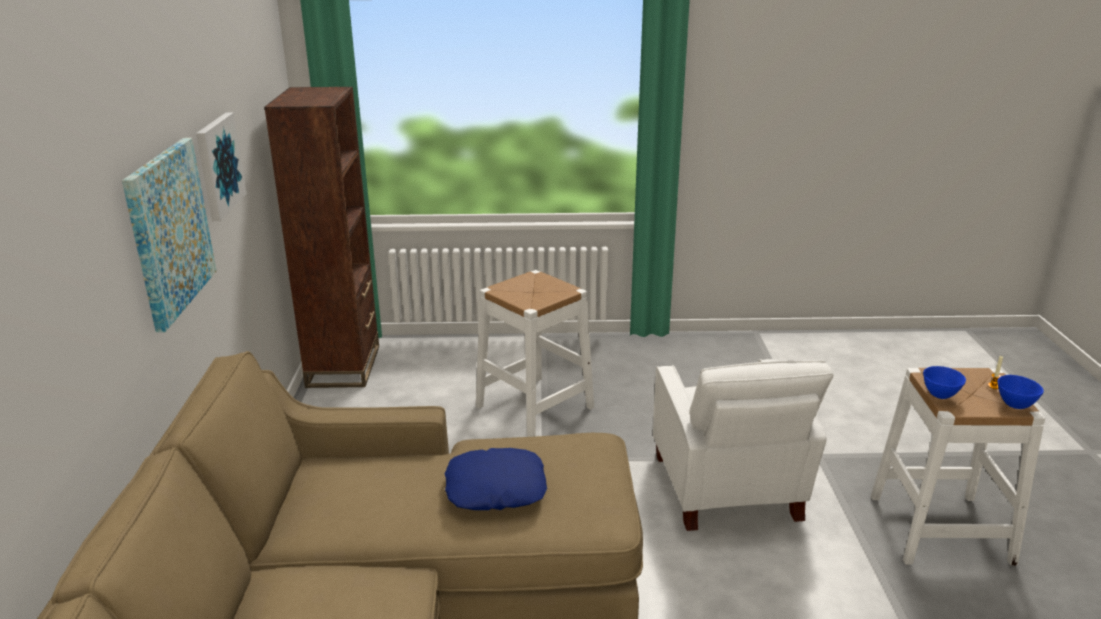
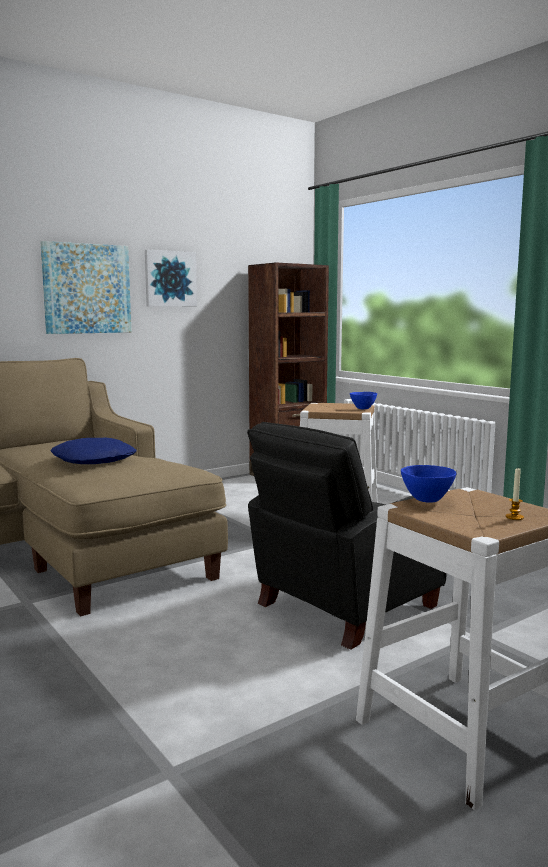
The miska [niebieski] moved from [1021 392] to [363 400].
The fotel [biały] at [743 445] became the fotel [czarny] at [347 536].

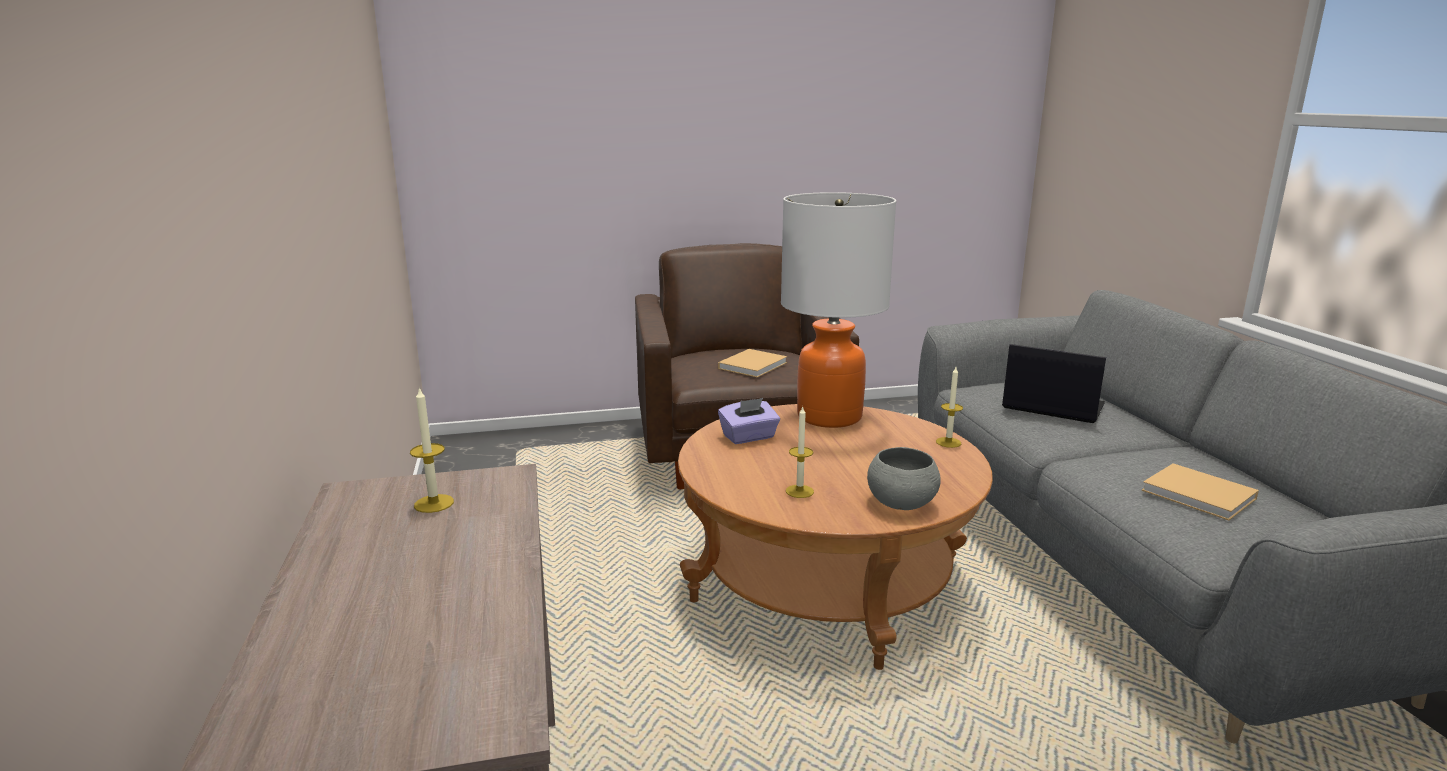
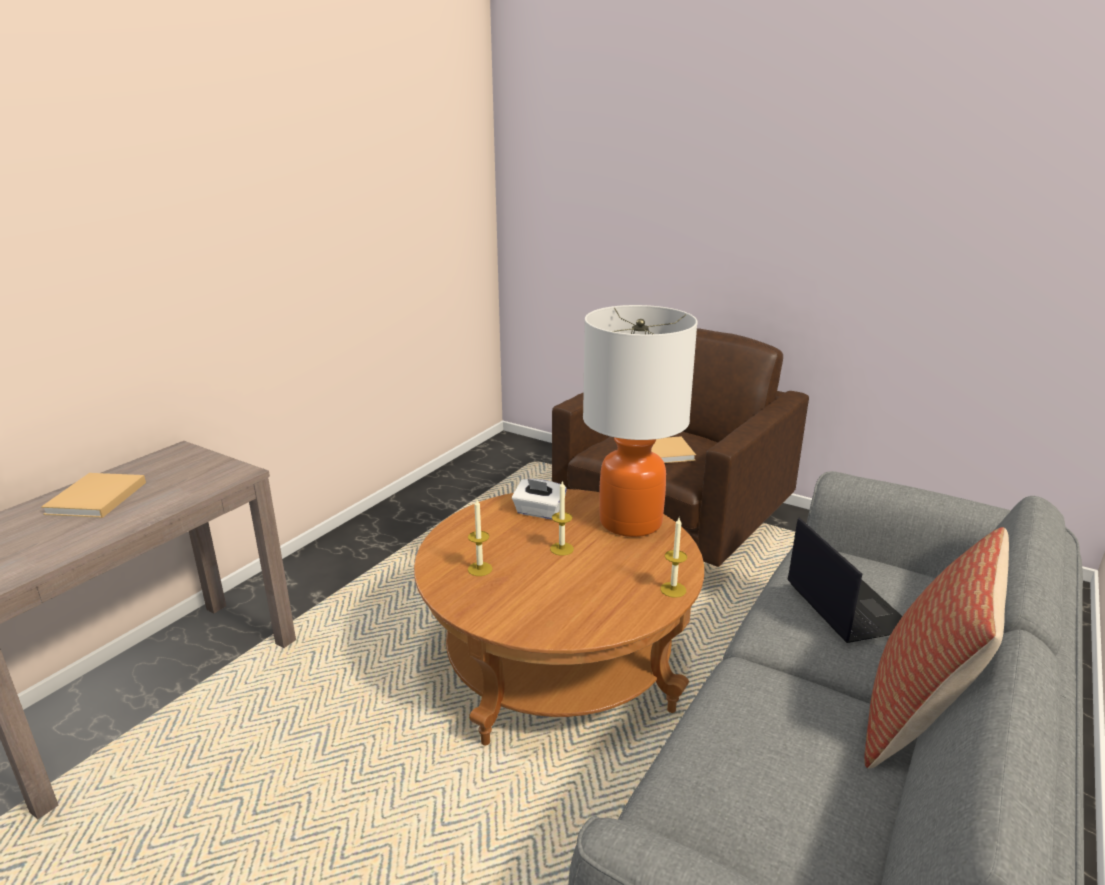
The miska [szary] at [904 478] disappeared.
The poduszka at [936 648] appeared.
The świeca moved from [432 450] to [562 518].
The książka [beżowy] moved from [1200 492] to [93 495].
The pudełko chusteczek [fioletowy] at [749 421] became the pudełko chusteczek [biały] at [539 498].

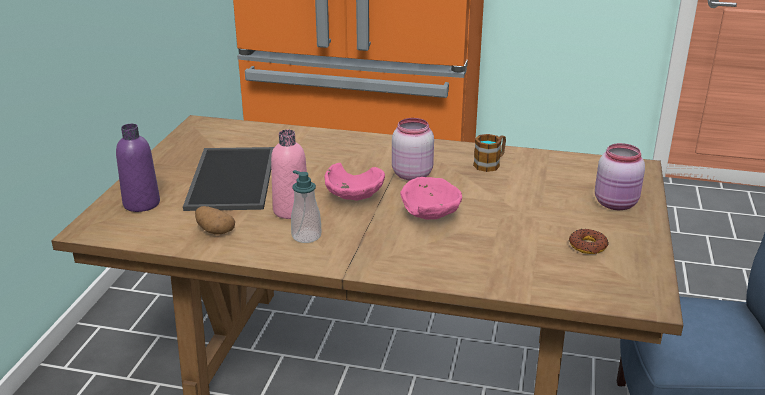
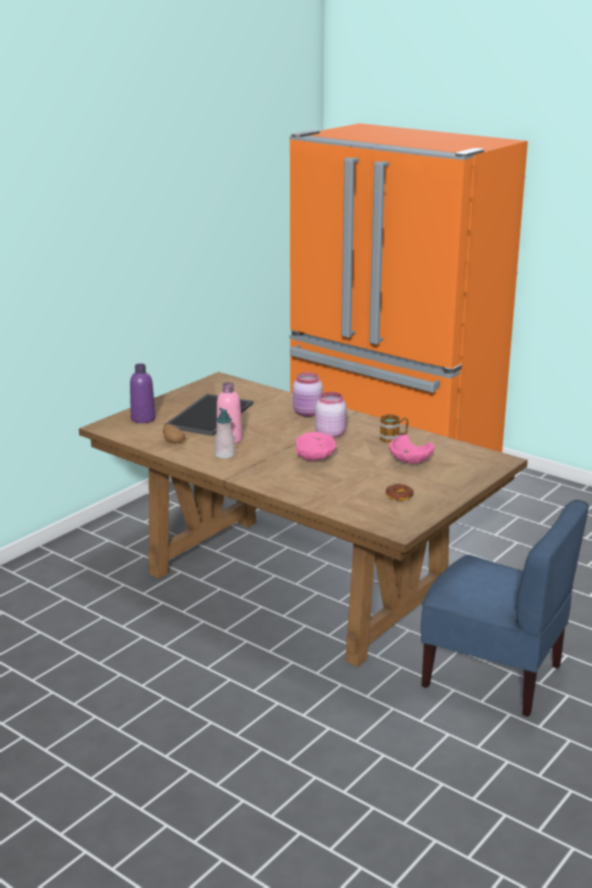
The miska [różowy] moved from [354 182] to [411 449].
The słoik [różowy] moved from [620 176] to [308 394].

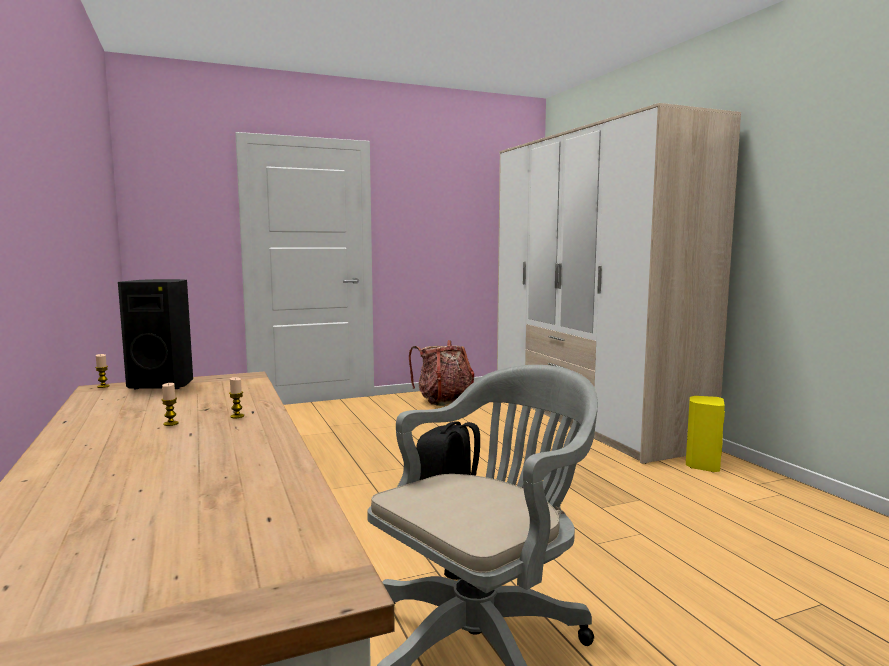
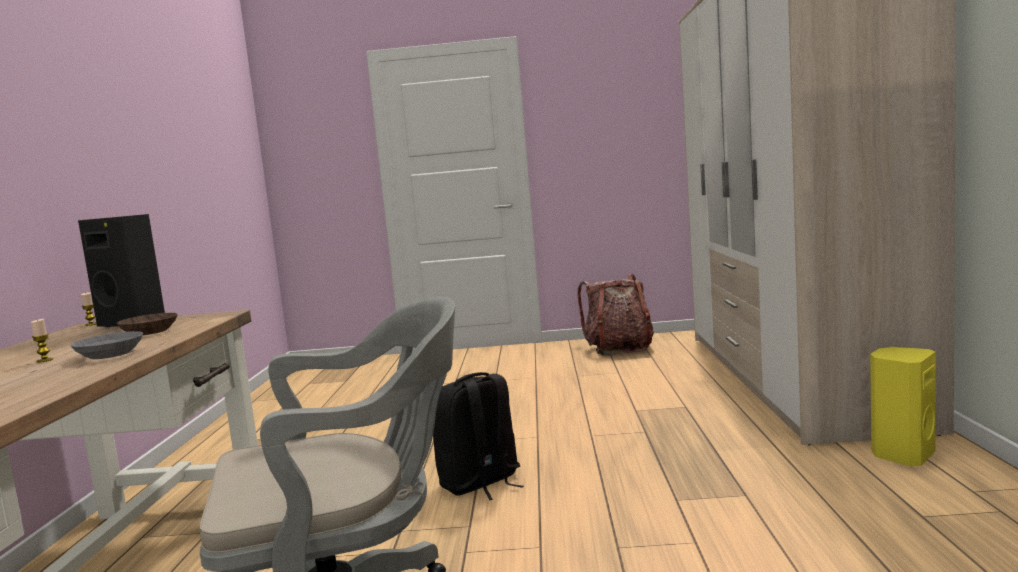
The miska [brązowy] at [147 324] appeared.
The świeca at [236 397] was replaced by the miska [szary] at [107 345].

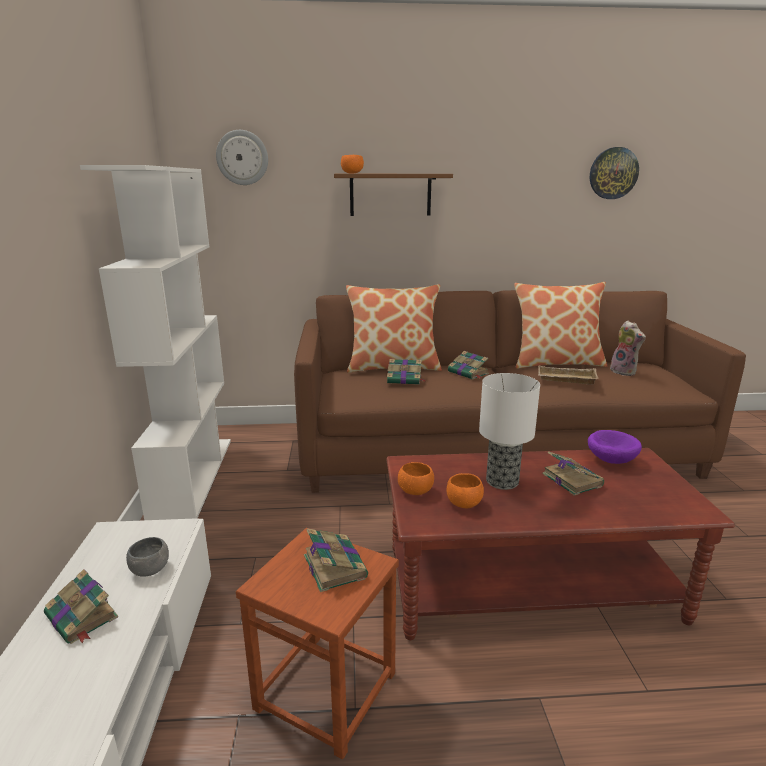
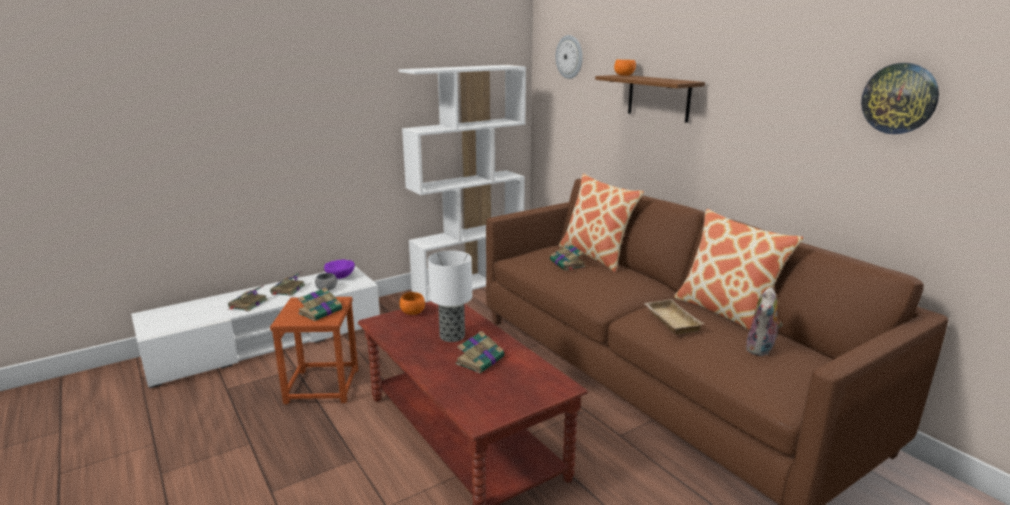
The miska [pomarańczowy] at [465 490] disappeared.
The książka moved from [468 365] to [248 298].
The miska [fioletowy] moved from [615 447] to [339 269].

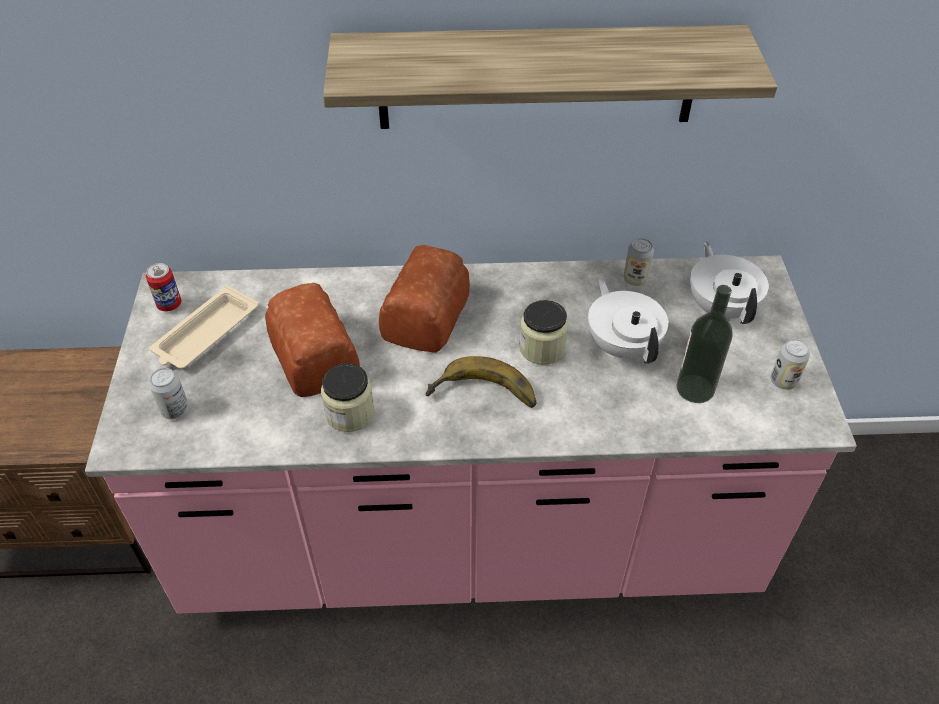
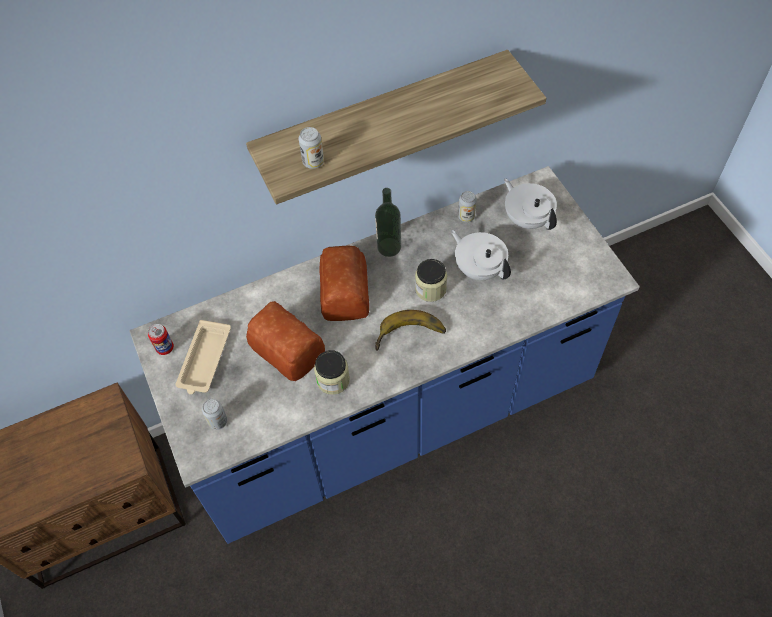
The butelka moved from [704 344] to [388 222].
The puszka moved from [790 364] to [311 148].
The zabudowa kuchenna [różowy] at [471 434] became the zabudowa kuchenna [niebieski] at [384 355].

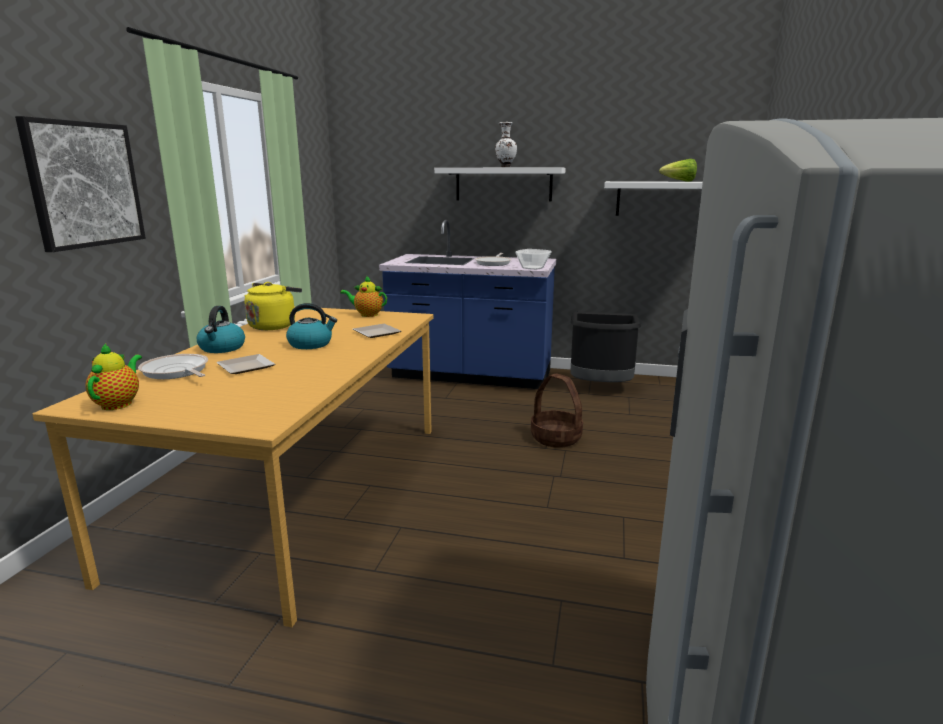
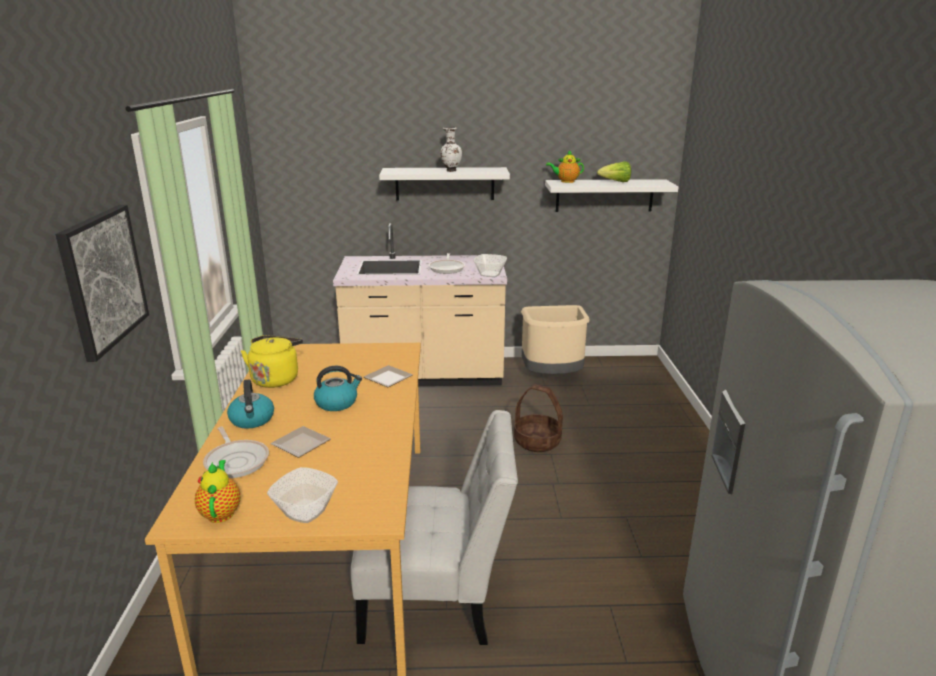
The miska at [302 495] appeared.
The krzesło [biały] at [434 527] appeared.
The imbryk moved from [363 296] to [565 166].
The zabudowa kuchenna [niebieski] at [467 304] became the zabudowa kuchenna [beżowy] at [420 305].
The kosz na śmieci [czarny] at [605 347] became the kosz na śmieci [beżowy] at [555 339].
The patelnia at [173 366] turned 150 degrees counterclockwise.

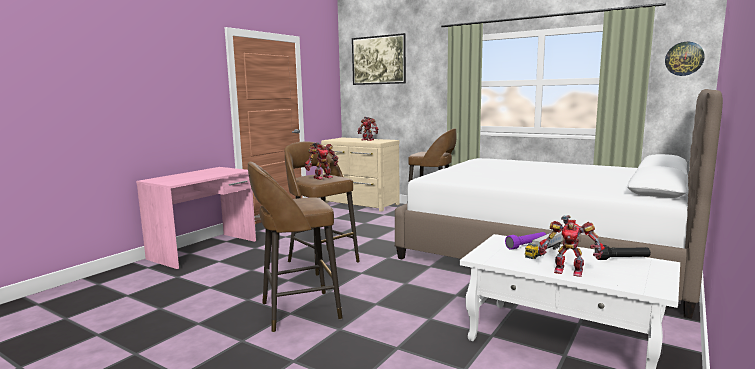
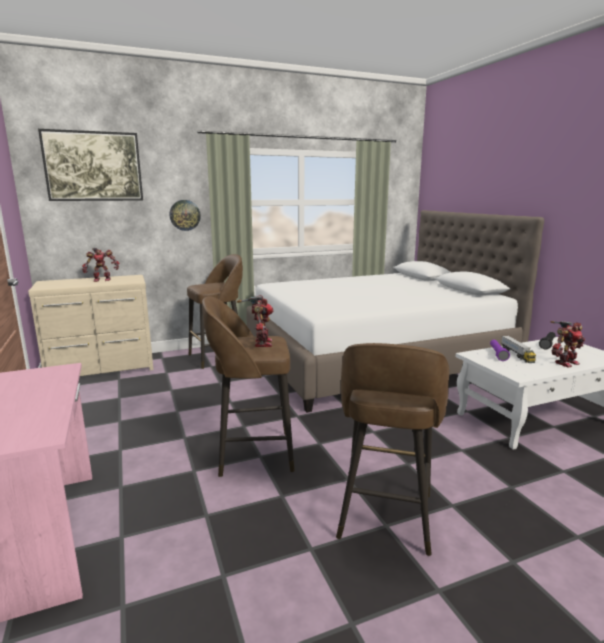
The zegar ścienny moved from [685 59] to [185 215].

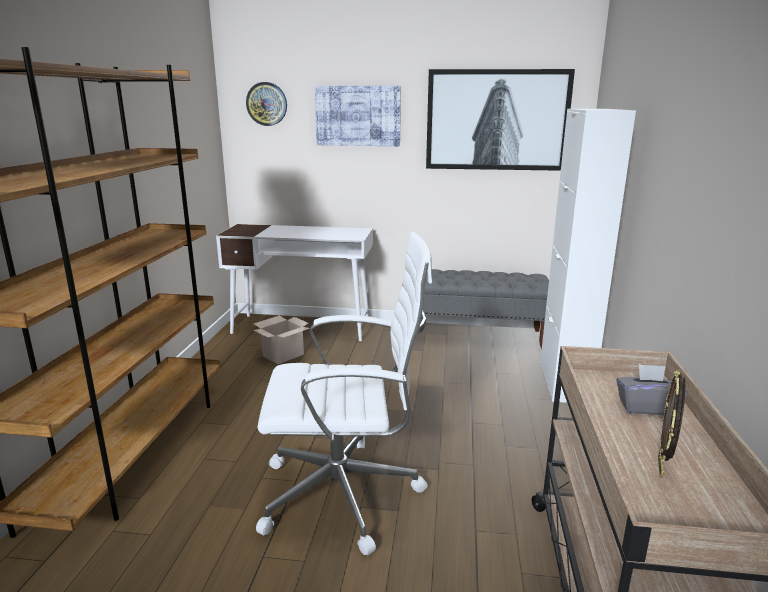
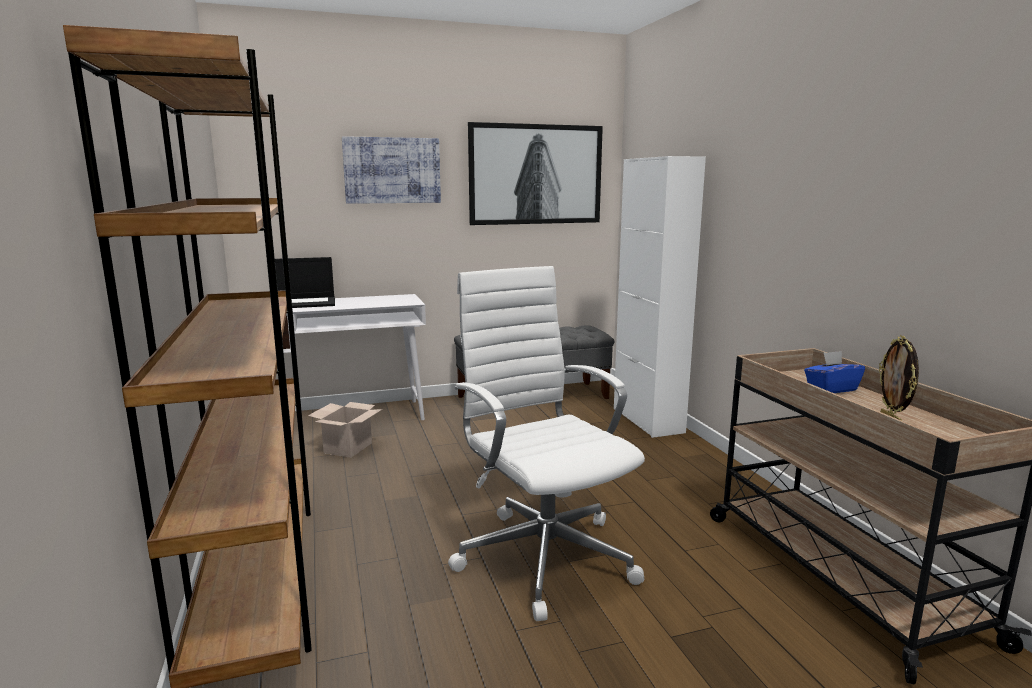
The zegar ścienny at [266 104] disappeared.
The laptop at [305 282] appeared.
The pudełko chusteczek [szary] at [652 389] became the pudełko chusteczek [niebieski] at [834 372].
The krzesło biurowe [biały] at [344 393] turned 90 degrees counterclockwise.

